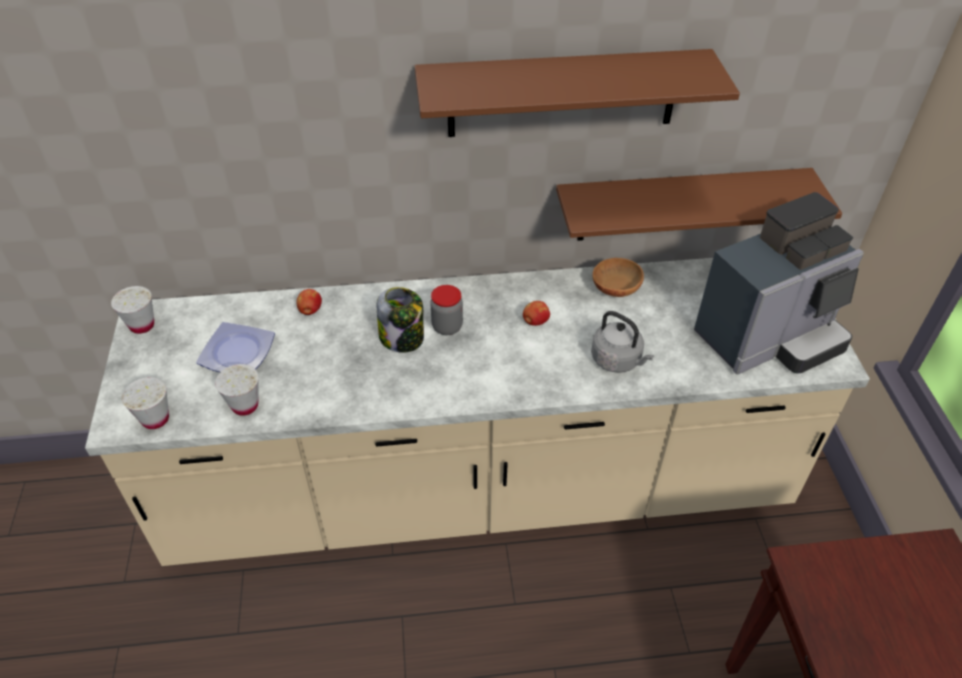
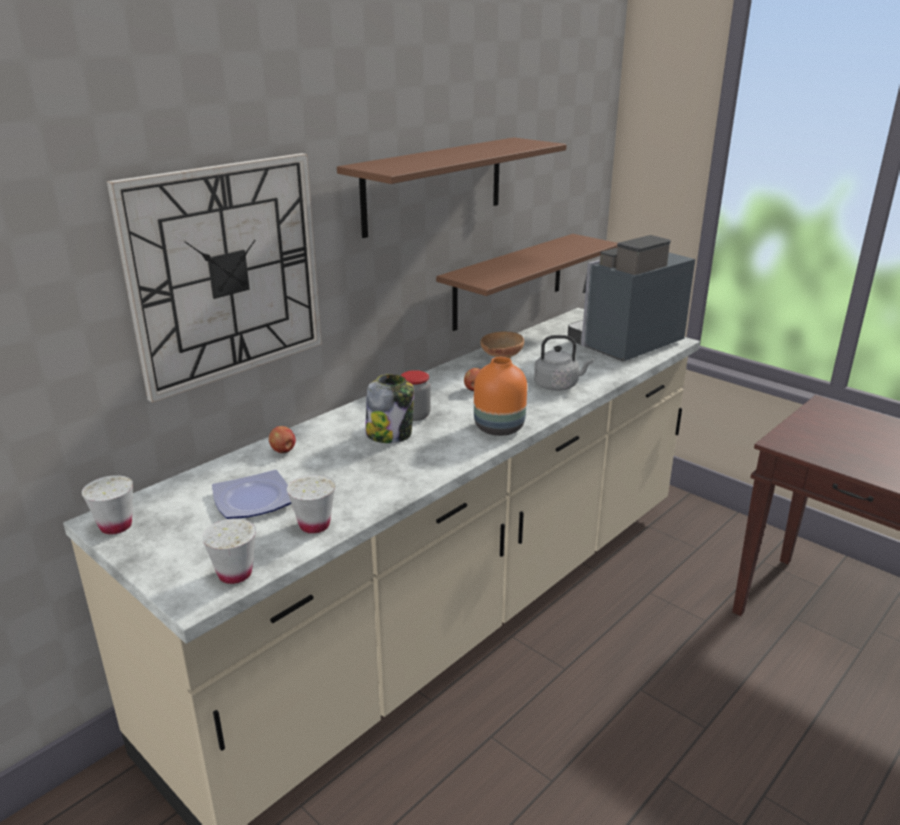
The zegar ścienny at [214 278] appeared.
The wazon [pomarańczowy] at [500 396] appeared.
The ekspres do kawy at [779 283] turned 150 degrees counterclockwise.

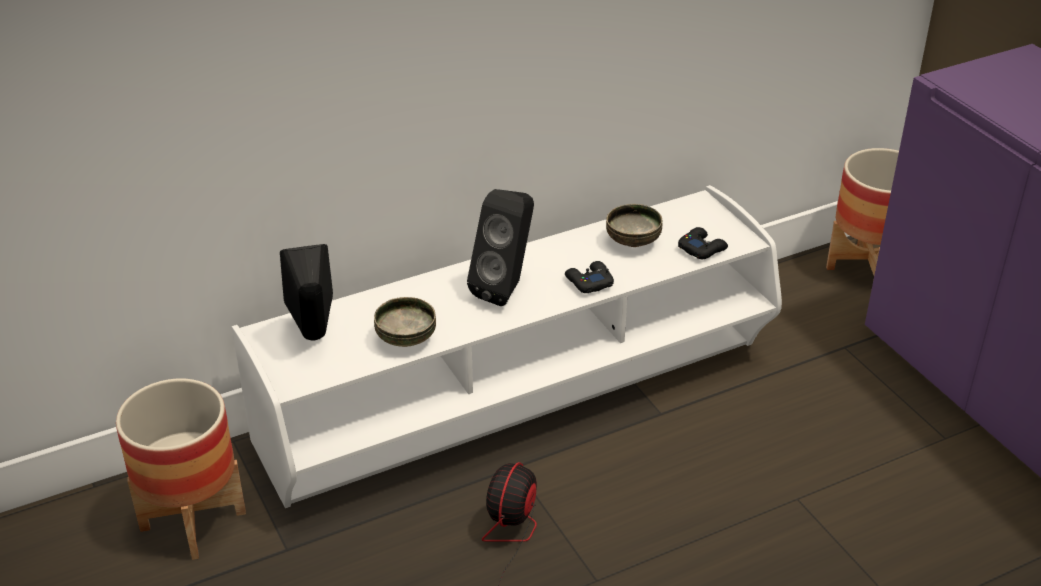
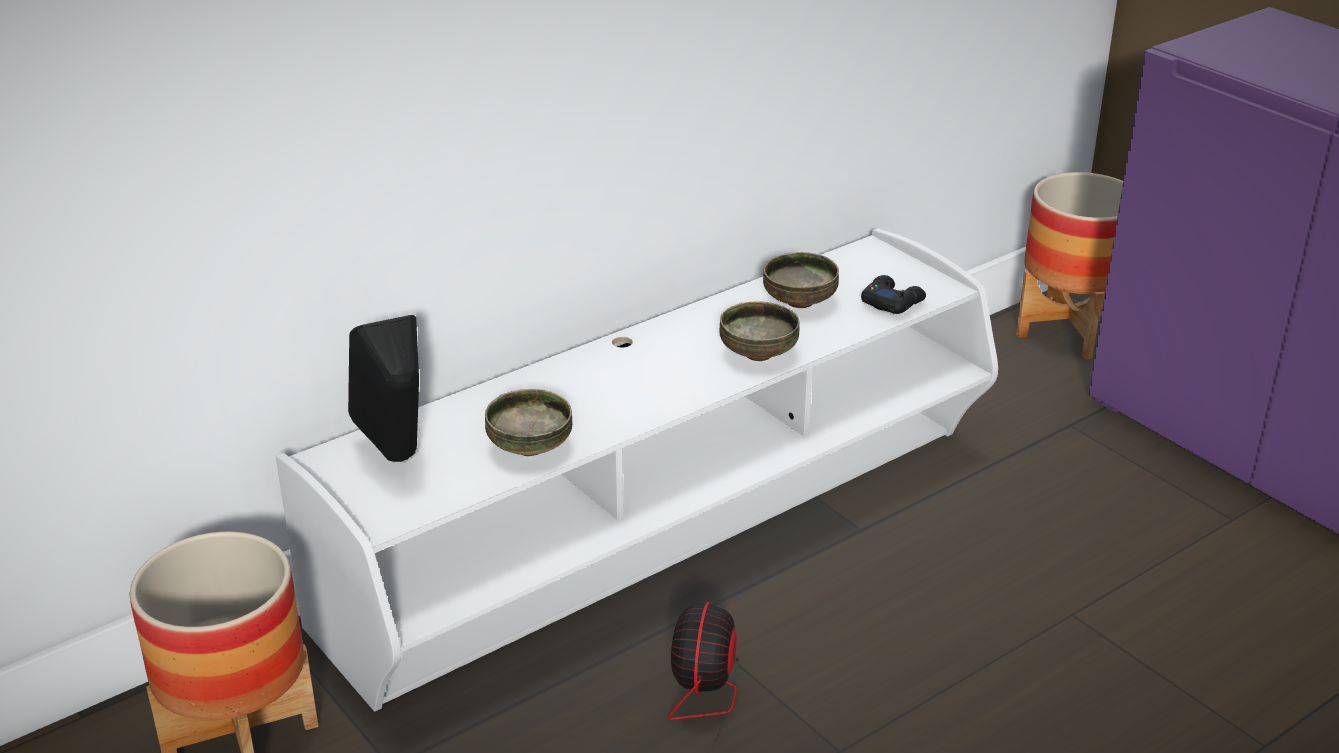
The głośnik [czarny] at [500 247] disappeared.
The pad do gier [czarny] at [589 277] was replaced by the miska at [759 331].

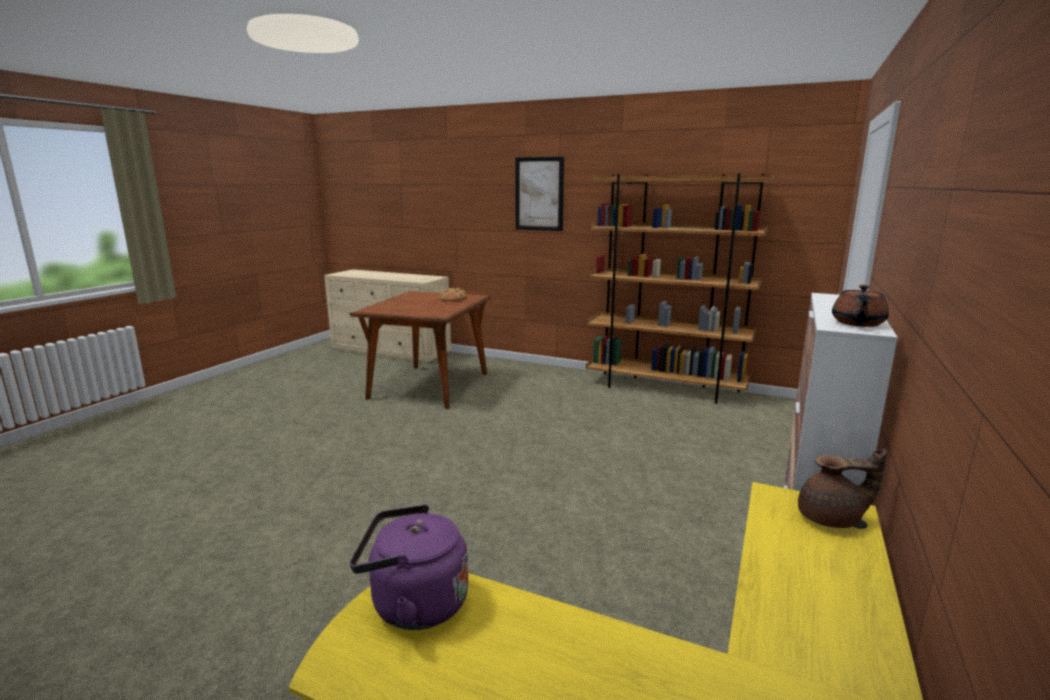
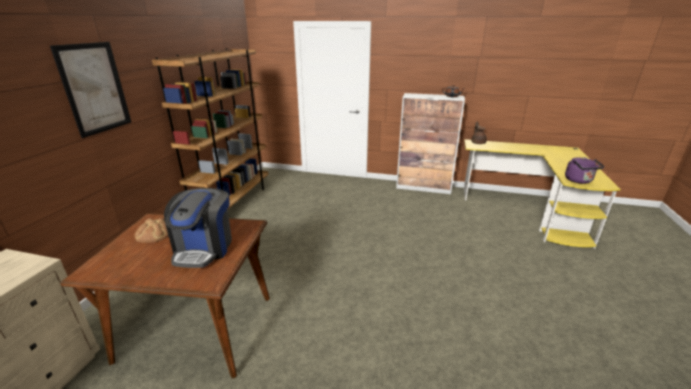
The ekspres do kawy at [198 228] appeared.

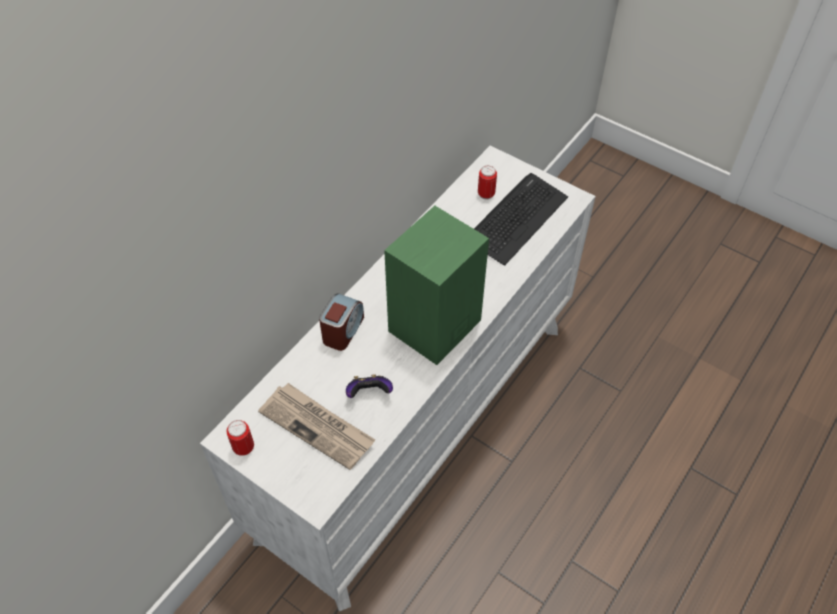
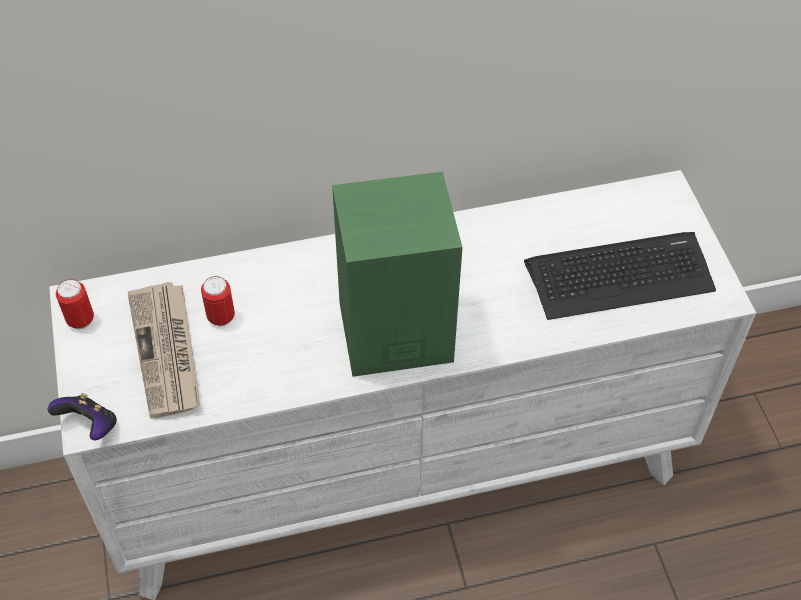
The budzik at [341 322] disappeared.
The pad do gier moved from [369 386] to [82 416].
The puszka moved from [487 183] to [218 301].

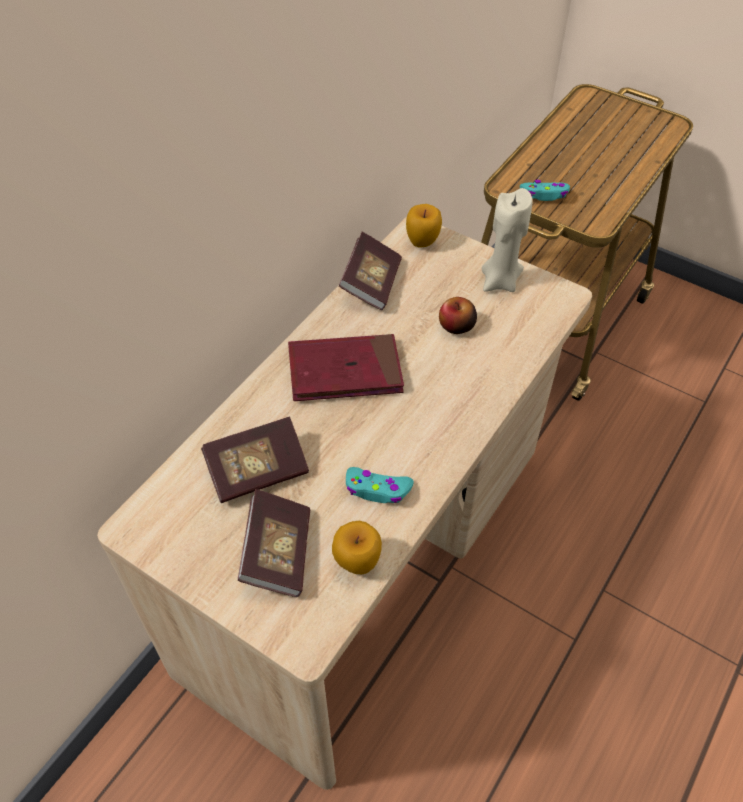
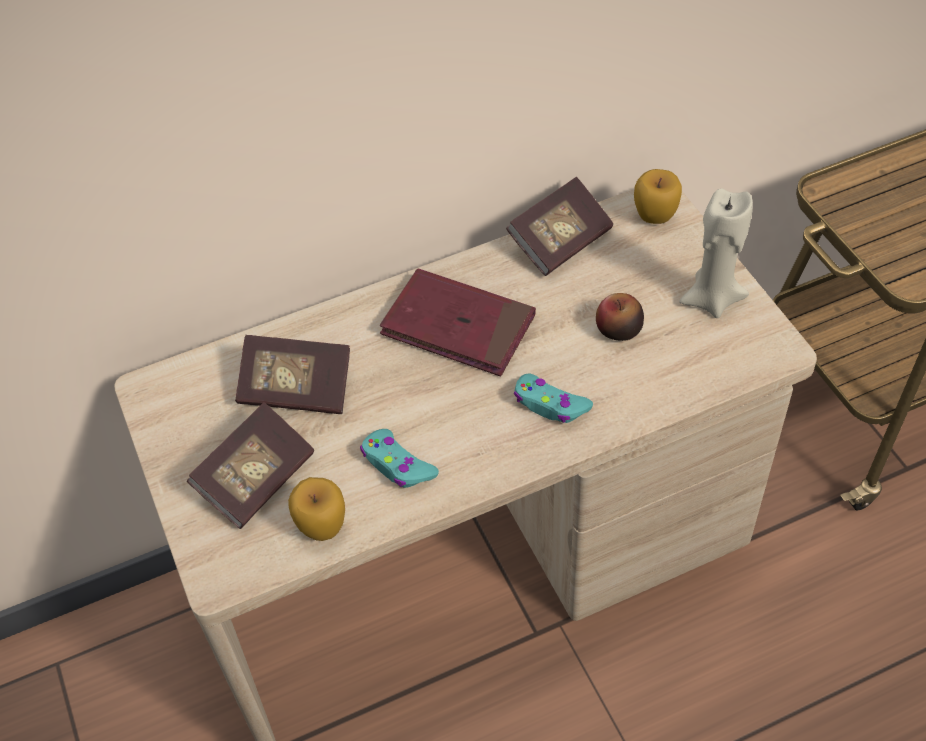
The pad do gier [turkusowy] moved from [545 190] to [553 398].

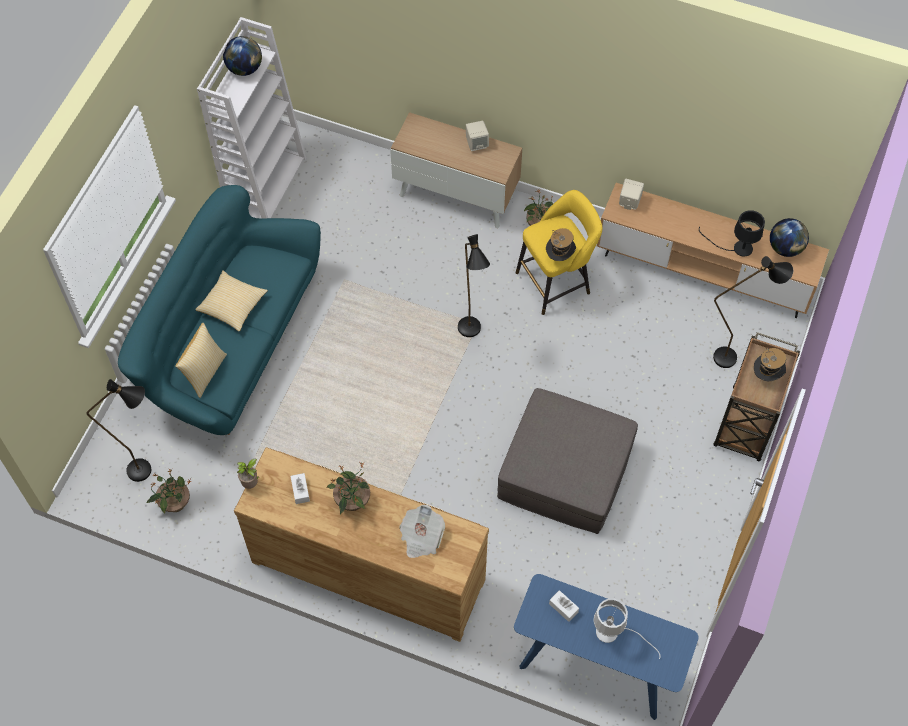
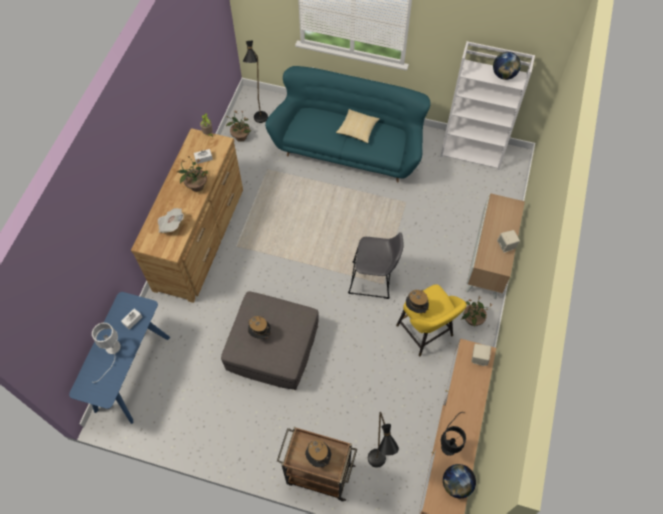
The poduszka at [201 360] disappeared.
The kapelusz at [259 327] appeared.
The lampa stojąca [czarny] at [474 285] was replaced by the stołek [szary] at [375 265].

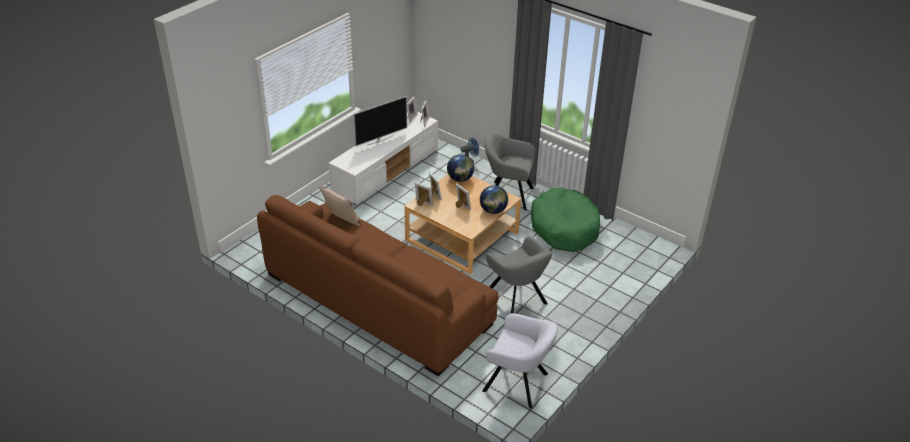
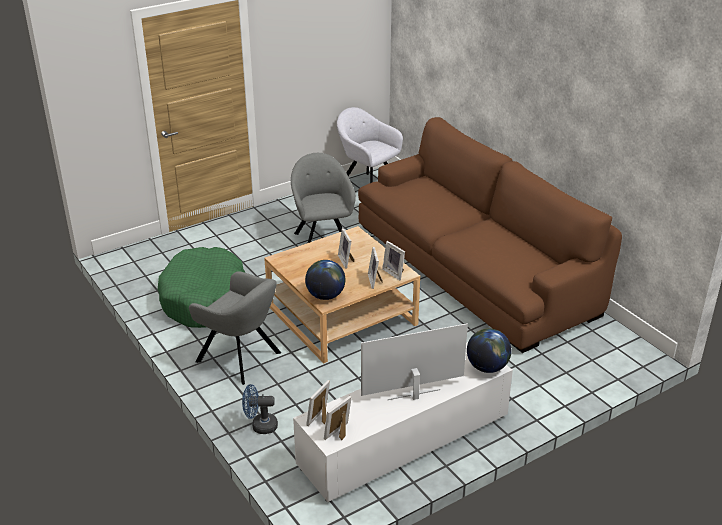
The poduszka [beżowy] at [340 205] disappeared.
The globus moved from [494 199] to [489 350].

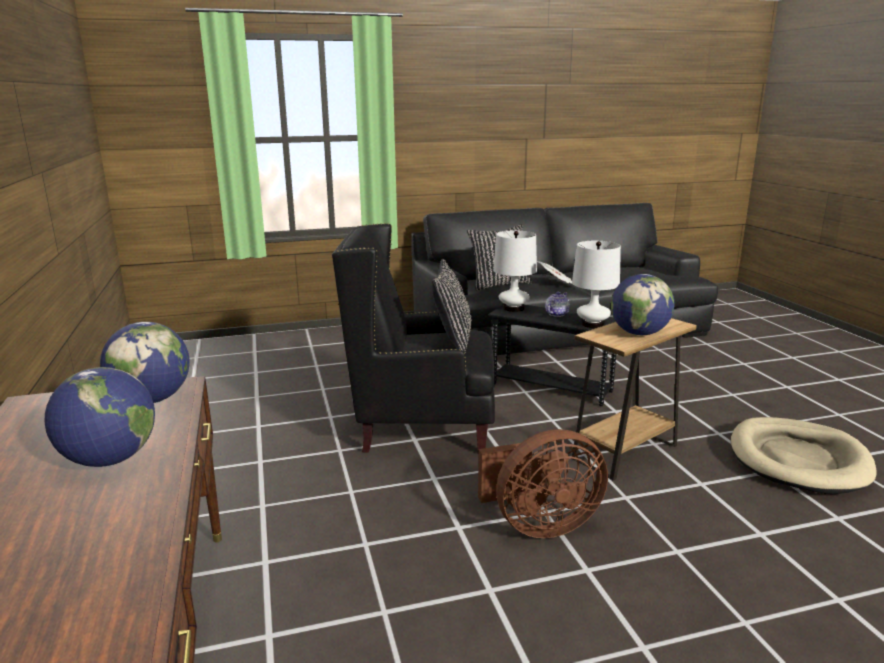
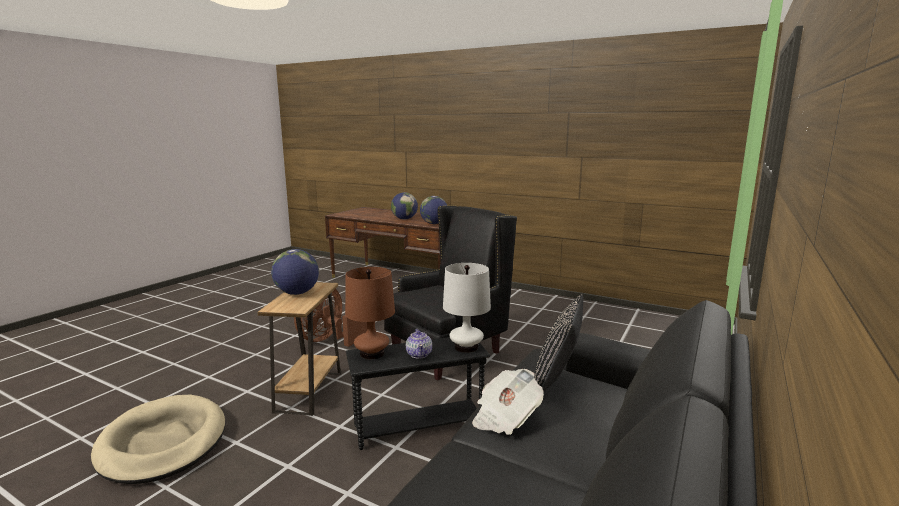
The poduszka [czarny] at [451 305] disappeared.
The lampa stołowa [biały] at [596 284] became the lampa stołowa [brązowy] at [370 313].

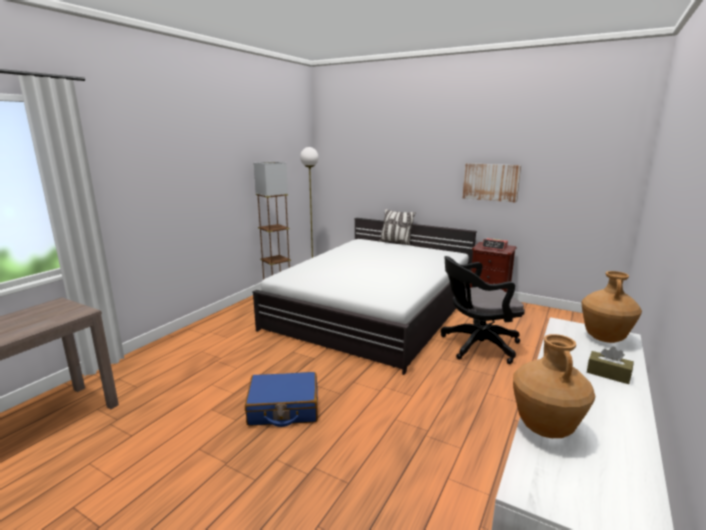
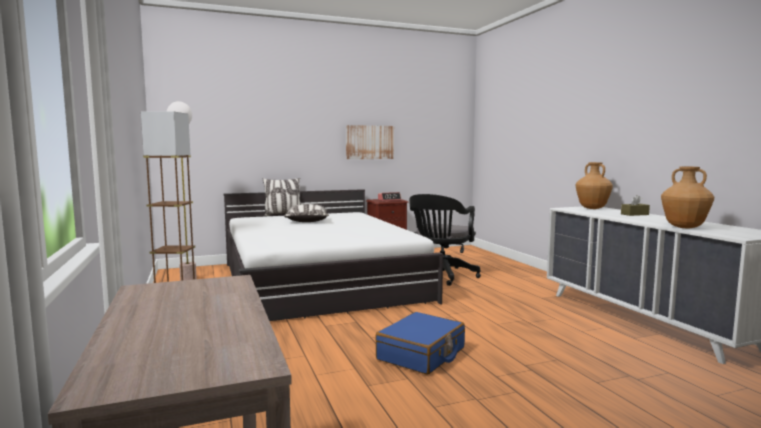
The poduszka at [306 213] appeared.

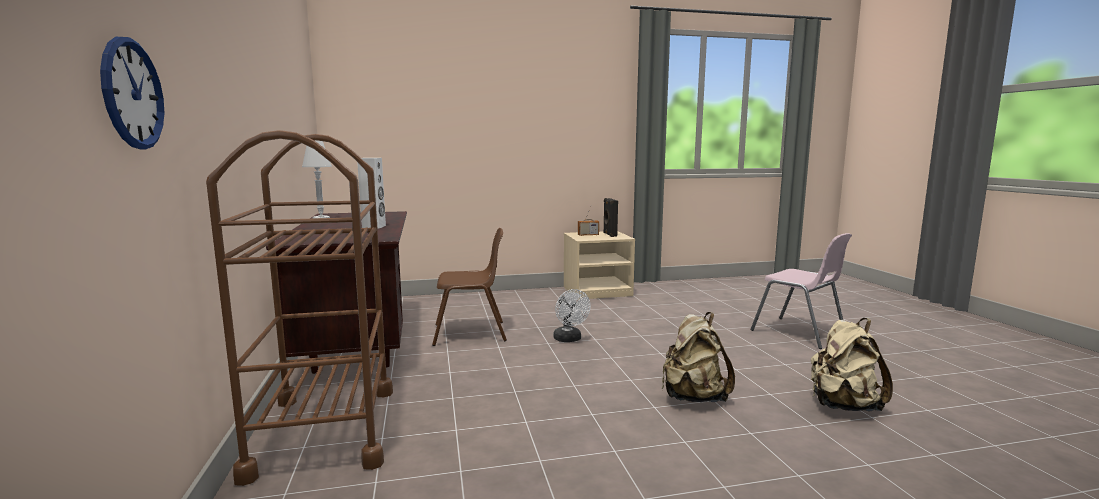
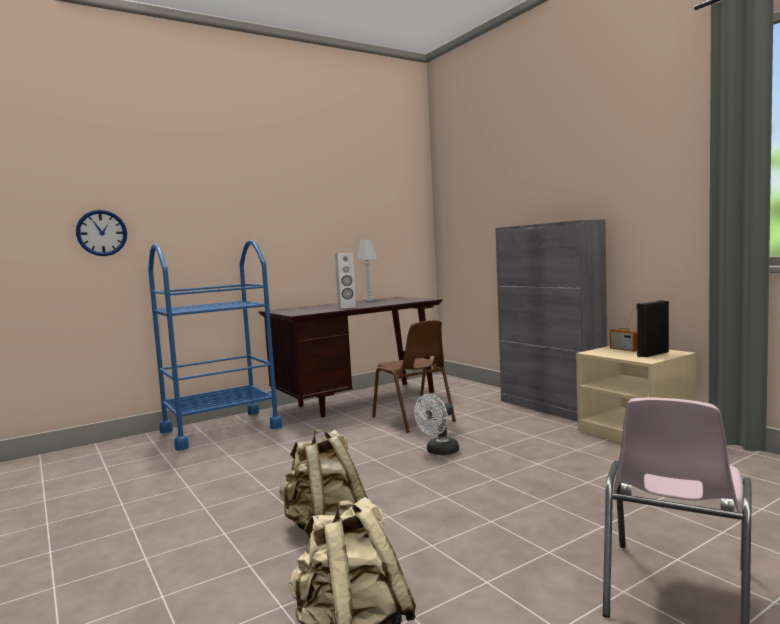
The szafka [szary] at [551 320] appeared.
The wózek [brązowy] at [299 308] became the wózek [niebieski] at [215 345].

